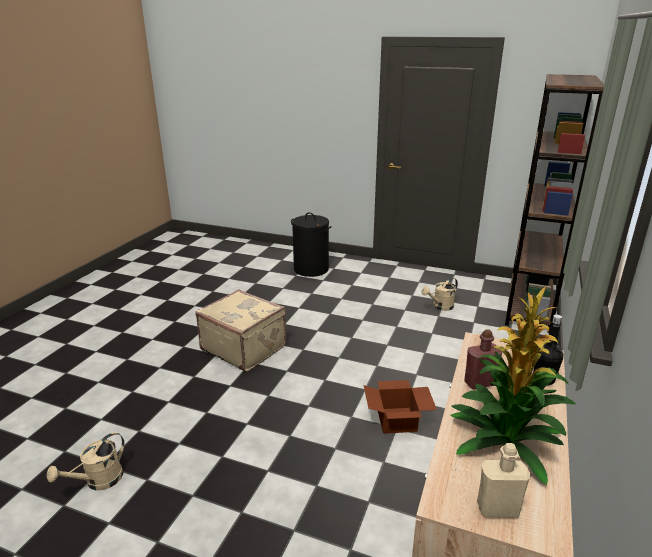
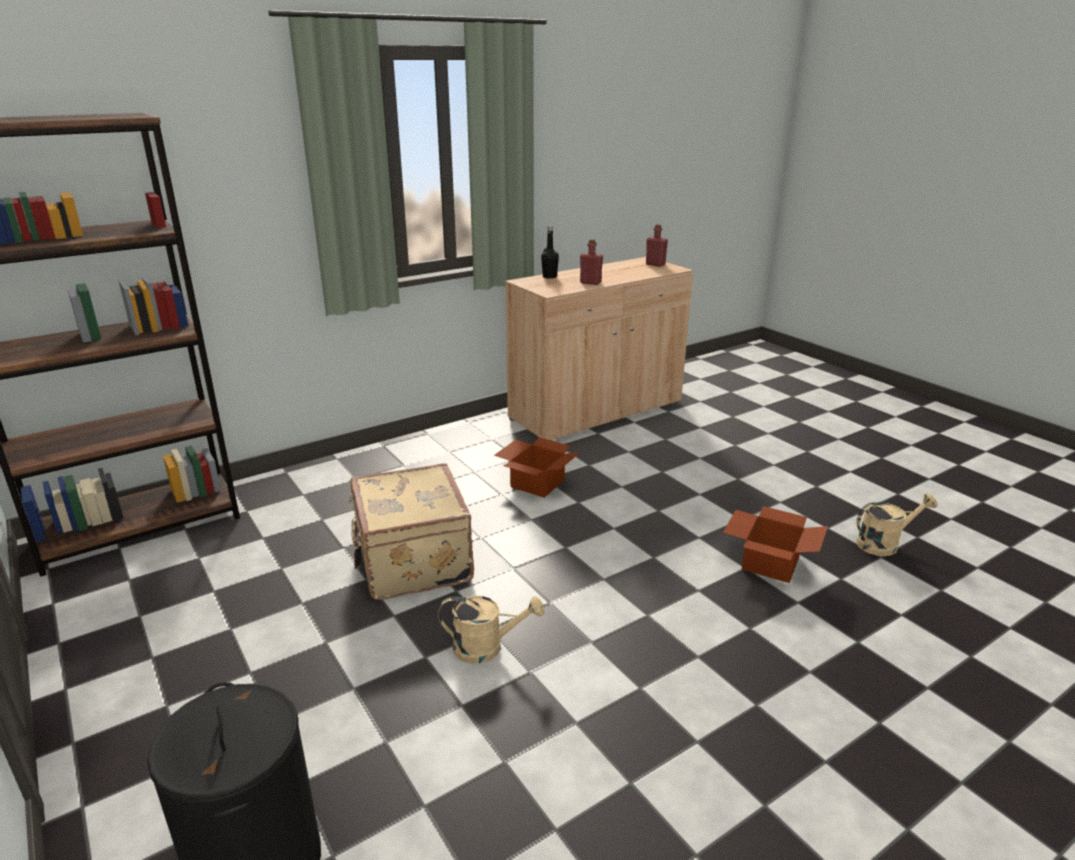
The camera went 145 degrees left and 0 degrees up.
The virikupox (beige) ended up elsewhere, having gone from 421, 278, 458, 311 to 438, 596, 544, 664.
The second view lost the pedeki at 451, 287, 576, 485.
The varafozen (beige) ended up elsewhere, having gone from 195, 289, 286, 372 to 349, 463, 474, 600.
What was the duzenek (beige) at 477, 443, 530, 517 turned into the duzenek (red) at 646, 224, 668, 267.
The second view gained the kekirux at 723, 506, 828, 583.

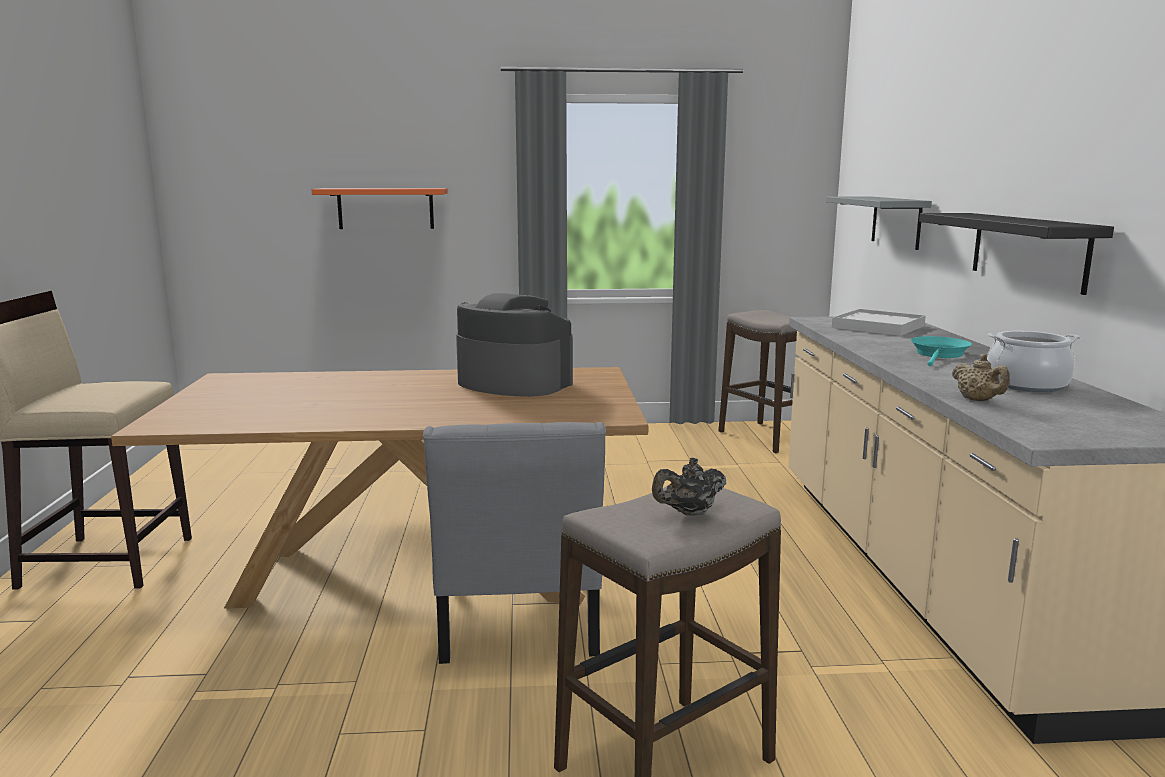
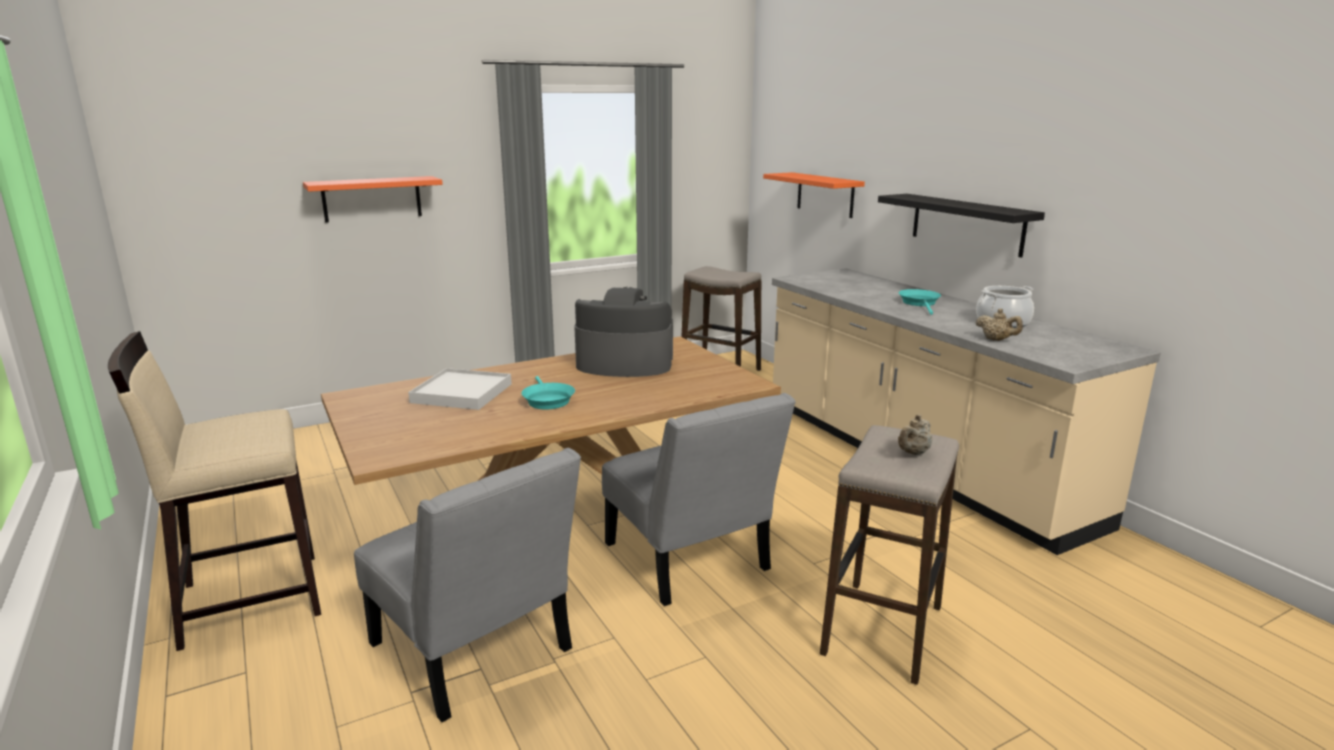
The camera went 25 degrees left and 5 degrees up.
What was the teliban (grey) at 826, 196, 932, 250 turned into the teliban (orange) at 763, 172, 865, 218.
The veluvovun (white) ended up elsewhere, having gone from 832, 309, 926, 336 to 408, 368, 512, 410.
What was the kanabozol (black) at 652, 458, 726, 516 turned into the kanabozol (beige) at 898, 414, 932, 455.
The second view gained the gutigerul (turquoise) at 521, 376, 575, 409.
The second view gained the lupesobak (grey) at 354, 448, 581, 722.

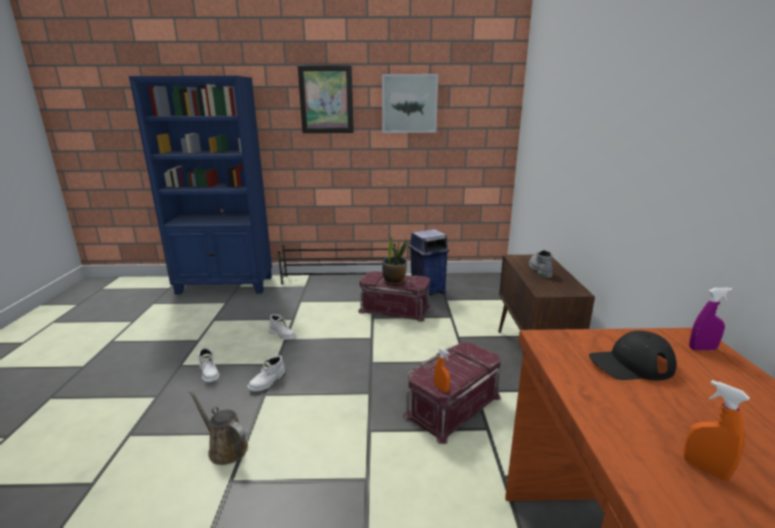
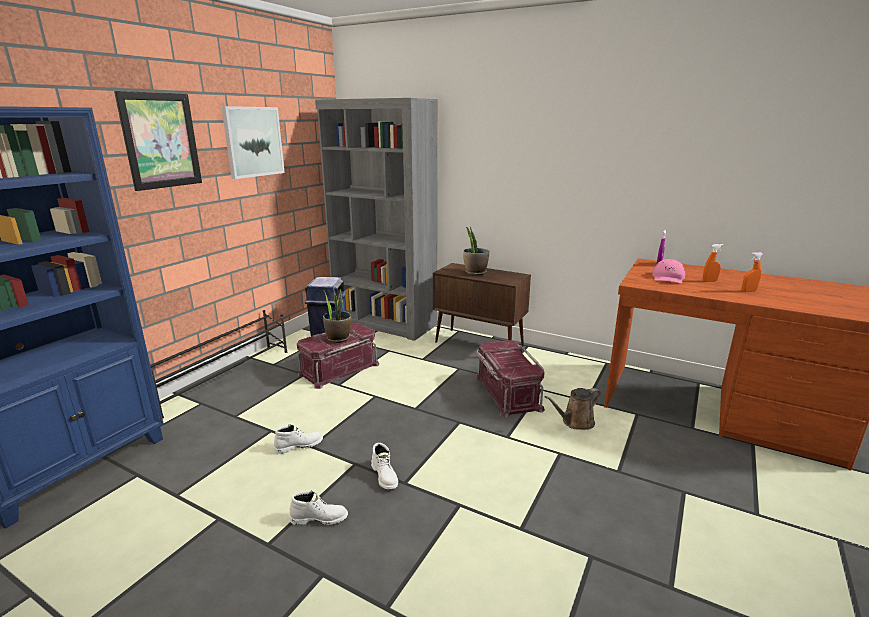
The camera went 60 degrees left and 0 degrees up.
Where the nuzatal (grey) stood at 529, 250, 553, 278, the pedeki came to stand at 463, 227, 489, 275.
What was the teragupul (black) at 589, 331, 677, 380 turned into the teragupul (pink) at 652, 259, 686, 283.
The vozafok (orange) ended up elsewhere, having gone from 434, 348, 450, 392 to 703, 244, 724, 282.
The virikupox (brown) ended up elsewhere, having gone from 188, 389, 248, 465 to 545, 388, 601, 430.
The second view gained the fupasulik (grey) at 315, 98, 438, 341.

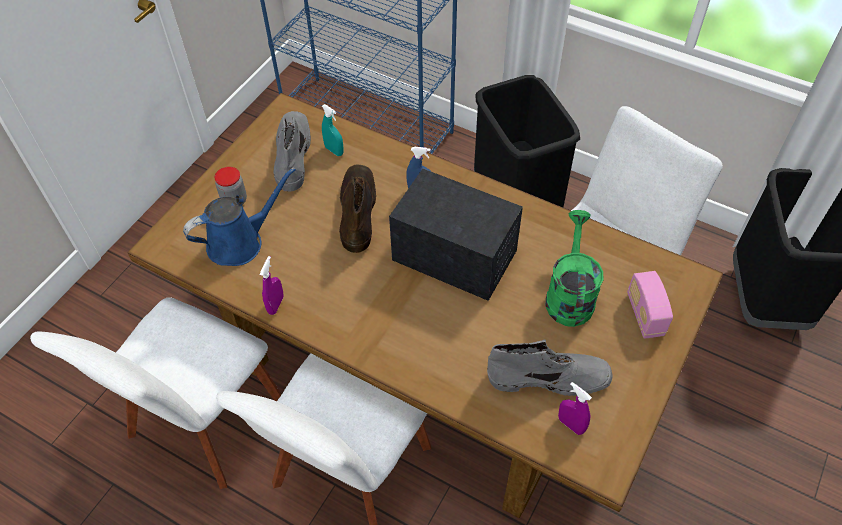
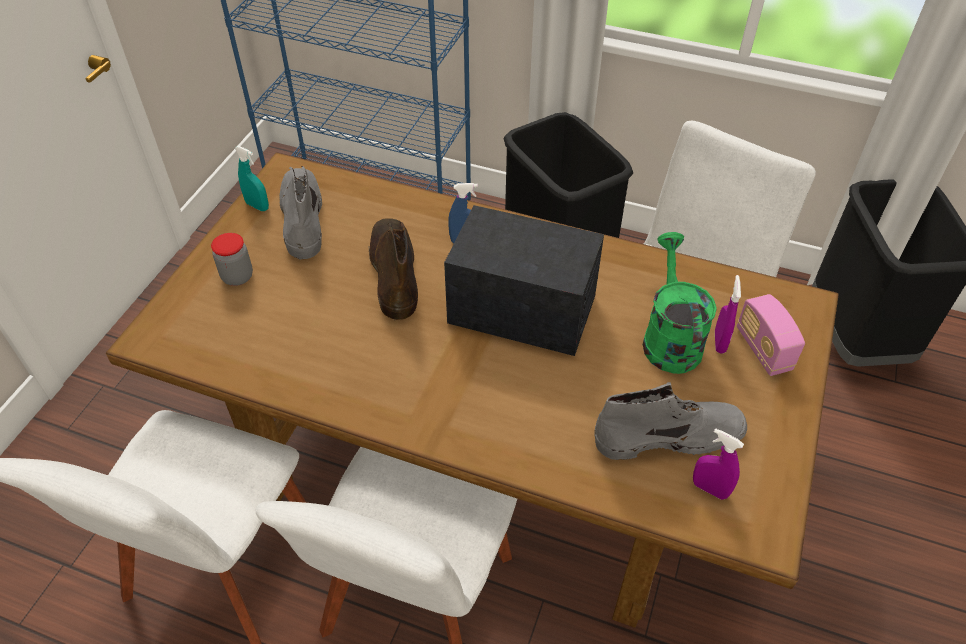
The camera went 10 degrees left and 5 degrees down.
The vozafok (turquoise) ended up elsewhere, having gone from 322, 104, 344, 156 to 234, 146, 269, 211.
The second view lost the virikupox (blue) at 183, 167, 296, 266.
The vozafok (purple) ended up elsewhere, having gone from 260, 256, 284, 315 to 715, 275, 741, 354.

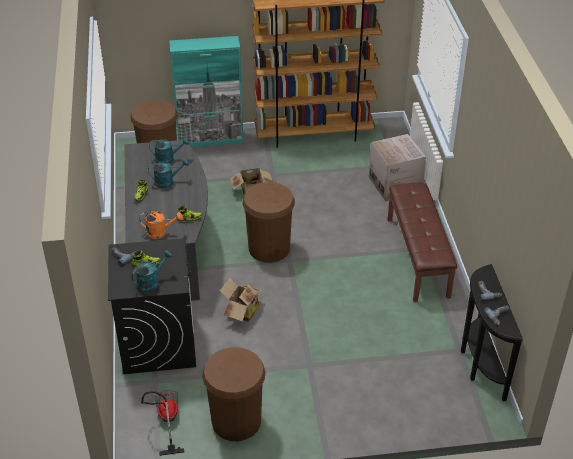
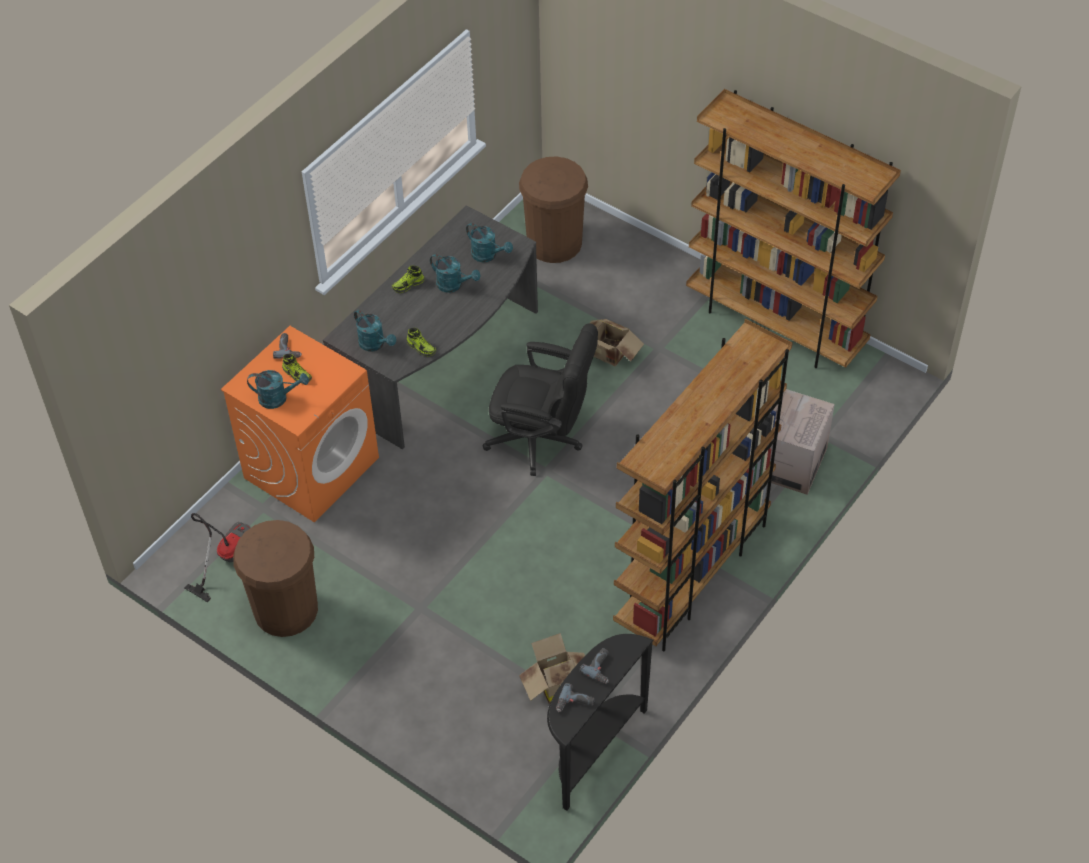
The camera went 45 degrees right and 10 degrees up.
The second view lost the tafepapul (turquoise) at 169, 36, 244, 147.
Where the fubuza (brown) stood at 242, 182, 295, 263, the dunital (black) came to stand at 482, 323, 598, 476.
Where the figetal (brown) stood at 388, 183, 457, 302, the fupasulik (brown) came to stand at 613, 319, 793, 651.
What was the virikupox (orange) at 139, 211, 183, 239 turned into the virikupox (turquoise) at 354, 310, 396, 351.
What was the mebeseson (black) at 108, 238, 196, 374 turned into the mebeseson (orange) at 221, 326, 379, 522.
The kekirux ended up elsewhere, having gone from 220, 278, 263, 322 to 519, 633, 585, 705.

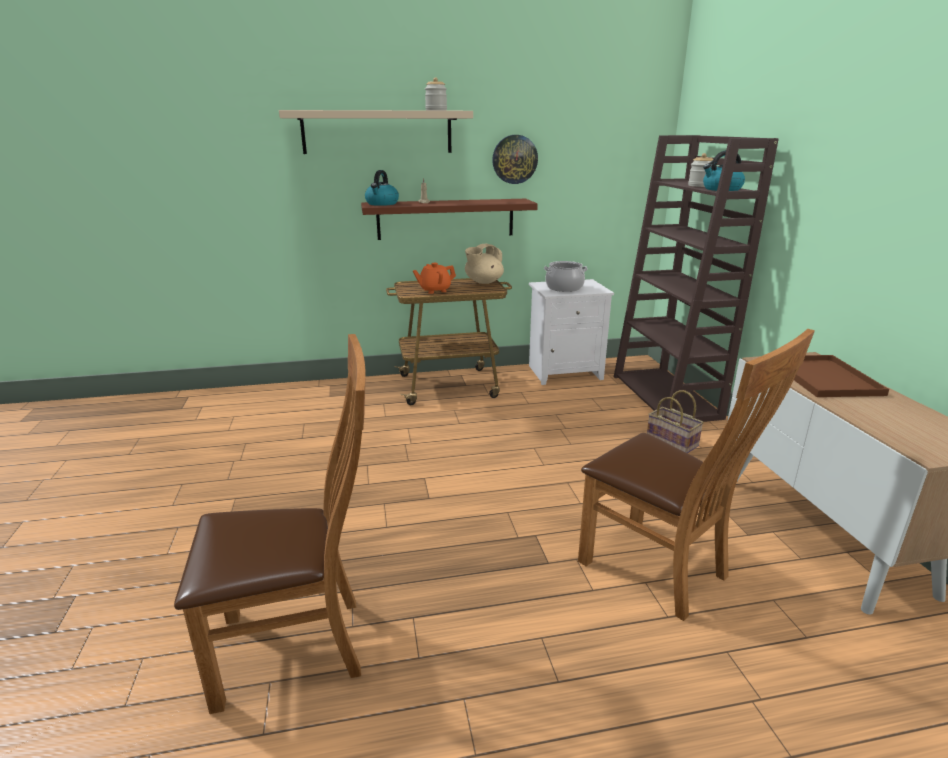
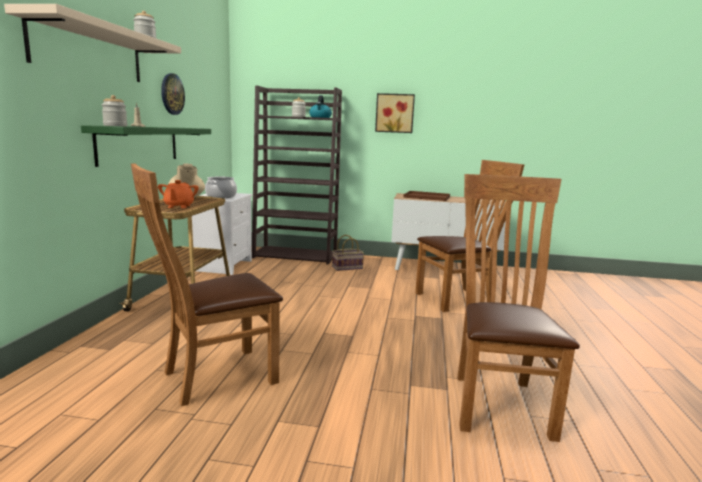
The camera went 70 degrees left and 10 degrees down.
Where the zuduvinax stood at 365, 170, 399, 206, the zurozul came to stand at 102, 95, 127, 126.
What was the teliban (brown) at 361, 199, 538, 240 turned into the teliban (green) at 81, 125, 211, 167.
The second view gained the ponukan at 375, 93, 415, 133.
The second view gained the lupesobak (brown) at 131, 163, 283, 406.

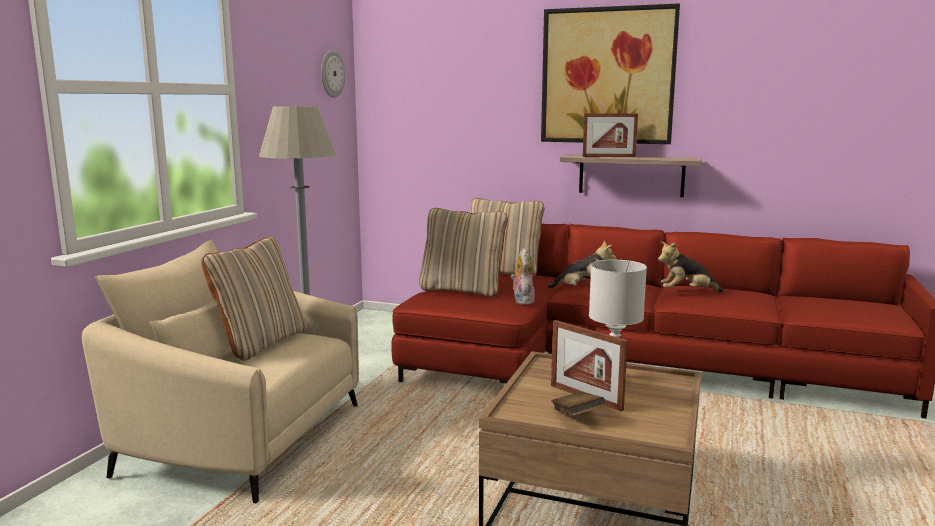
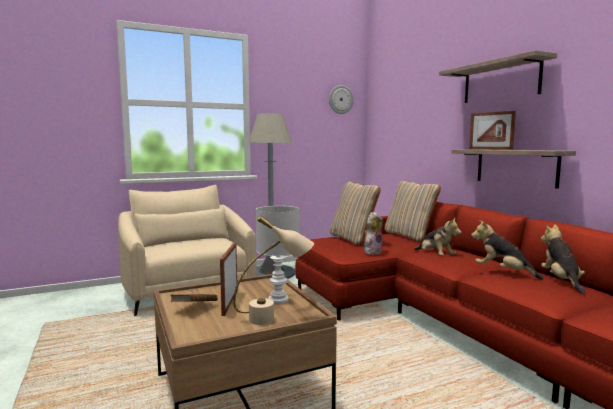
The camera went 45 degrees right and 5 degrees down.
Where the ponukan hung at 541, 4, 680, 144, the teliban came to hang at 439, 50, 557, 103.
The second view lost the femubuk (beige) at 201, 237, 307, 361.
The second view gained the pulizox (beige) at 233, 215, 314, 325.
The second view gained the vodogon at 541, 224, 586, 294.

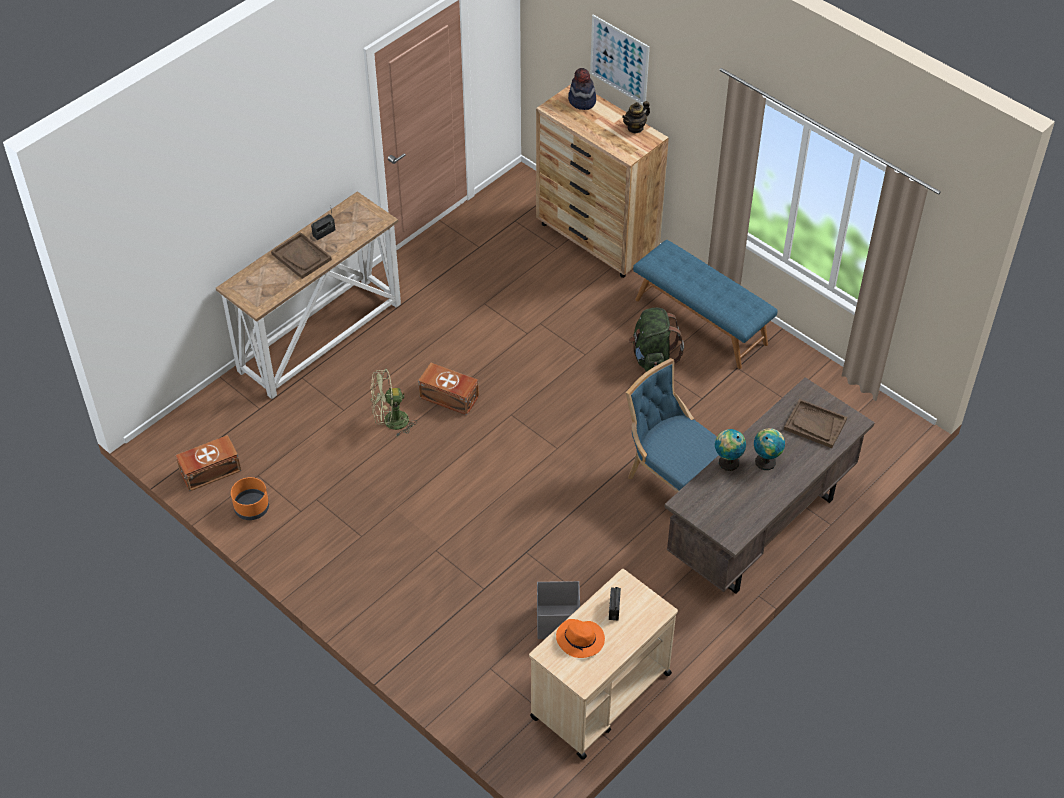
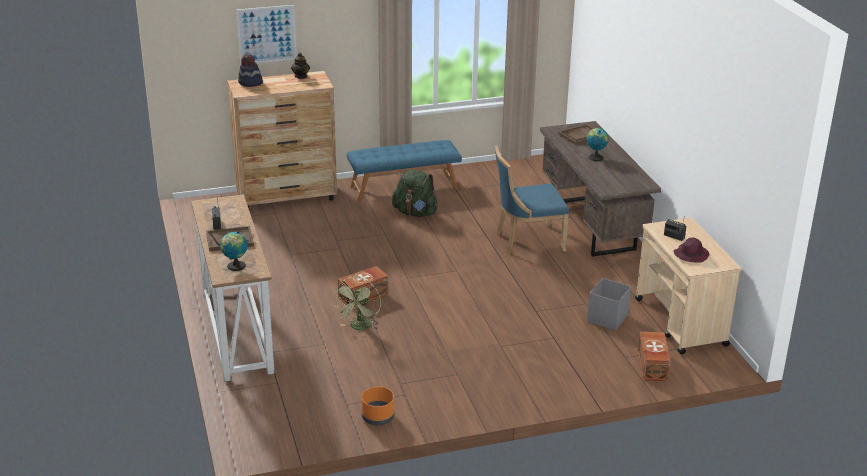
The camera went 60 degrees left and 20 degrees down.
The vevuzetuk ended up elsewhere, having gone from 715, 429, 746, 471 to 220, 231, 248, 271.
The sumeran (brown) ended up elsewhere, having gone from 176, 435, 241, 492 to 638, 332, 670, 381.
What was the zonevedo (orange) at 556, 619, 605, 658 turned into the zonevedo (purple) at 674, 237, 709, 262.

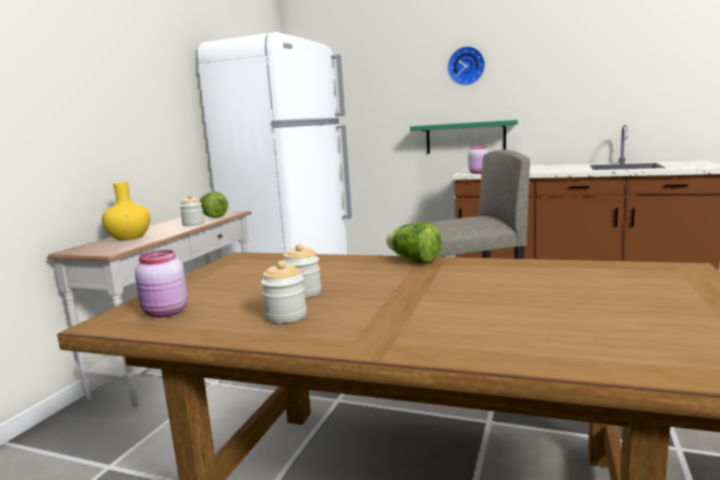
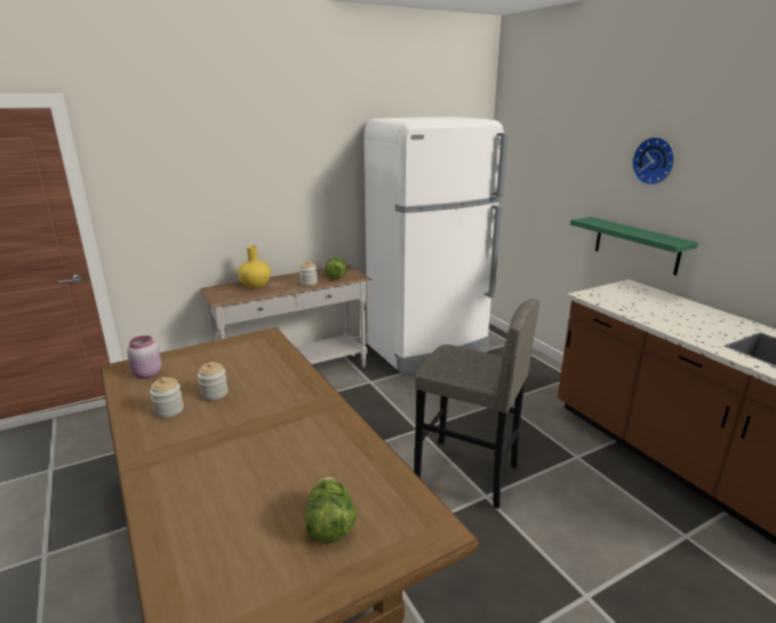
The camera went 40 degrees right and 10 degrees up.
The second view lost the zurozul (pink) at 468, 145, 489, 174.
The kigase ended up elsewhere, having gone from 386, 222, 442, 264 to 305, 477, 356, 543.

